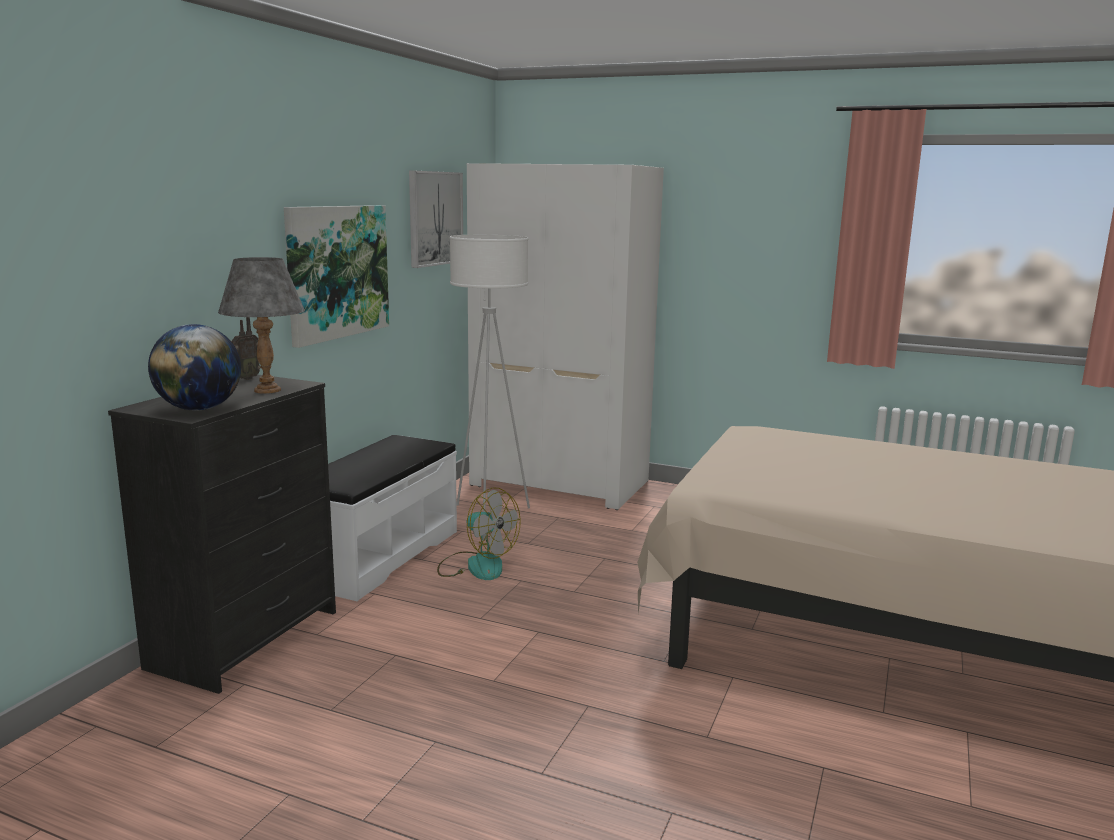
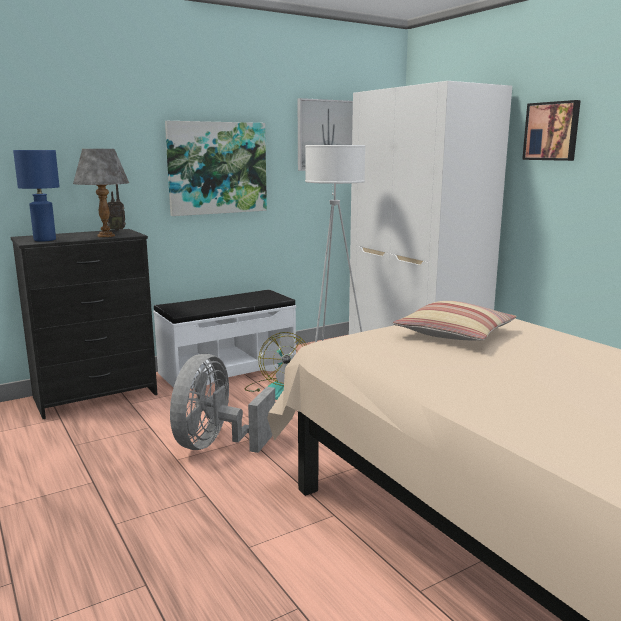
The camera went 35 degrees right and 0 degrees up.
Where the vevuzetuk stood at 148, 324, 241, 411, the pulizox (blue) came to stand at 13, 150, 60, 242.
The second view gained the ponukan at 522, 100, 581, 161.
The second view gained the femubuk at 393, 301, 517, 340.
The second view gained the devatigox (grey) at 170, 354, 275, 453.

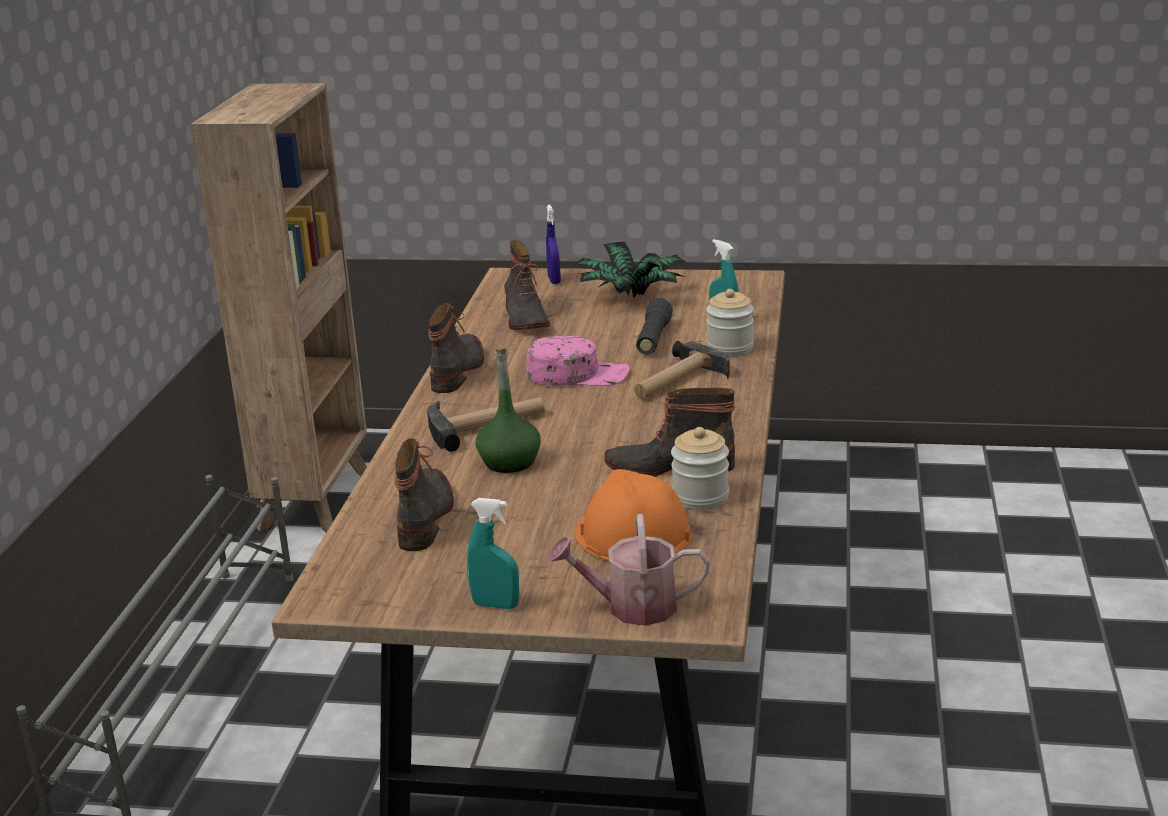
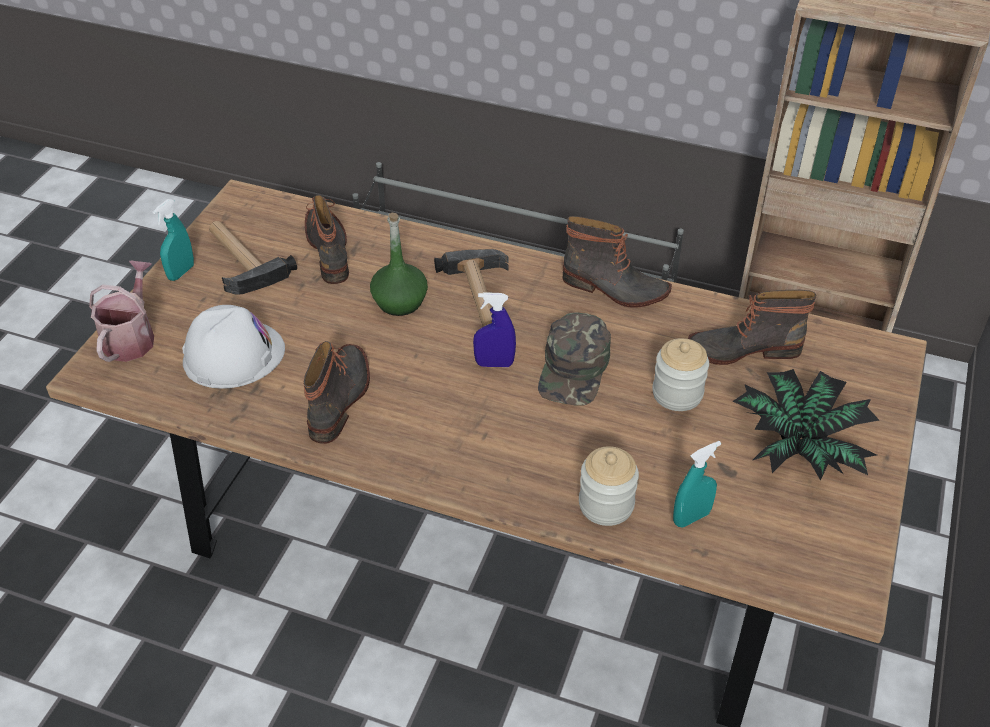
The camera went 100 degrees right and 20 degrees up.
The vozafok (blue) ended up elsewhere, having gone from 546, 205, 561, 284 to 473, 292, 516, 367.
The second view lost the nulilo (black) at 636, 298, 673, 355.
What was the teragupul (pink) at 526, 336, 630, 386 turned into the teragupul (green) at 538, 312, 611, 406.
The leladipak ended up elsewhere, having gone from 634, 341, 730, 399 to 209, 221, 297, 294.
The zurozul ended up elsewhere, having gone from 671, 427, 729, 510 to 652, 338, 709, 411.
The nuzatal at 394, 438, 454, 551 ended up facing another way, 120 degrees counterclockwise from before.
What was the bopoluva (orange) at 574, 469, 691, 561 turned into the bopoluva (white) at 182, 305, 285, 389.

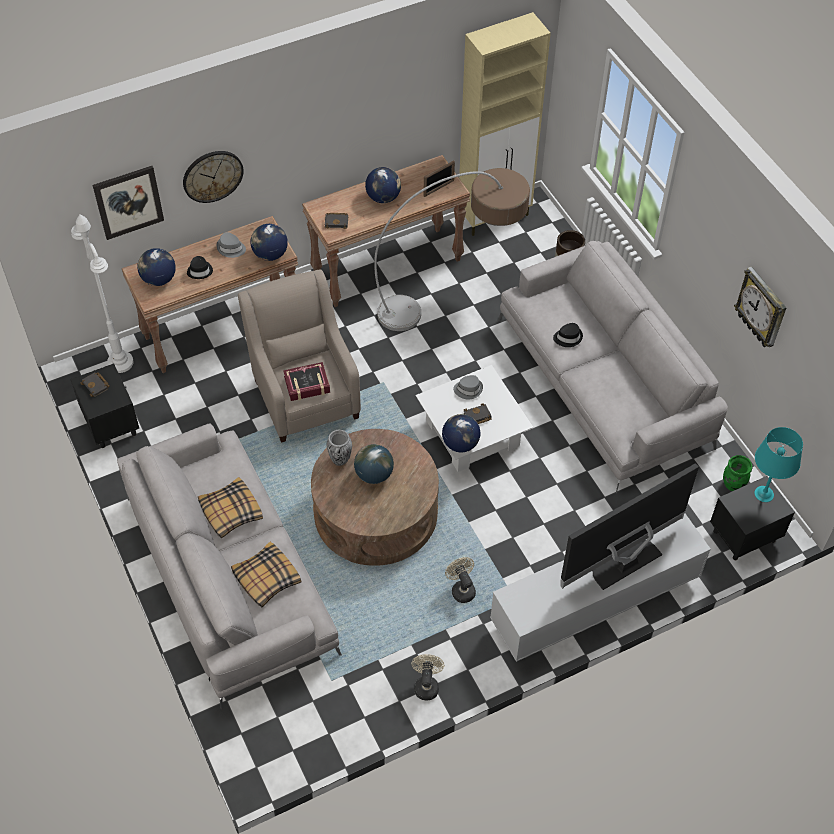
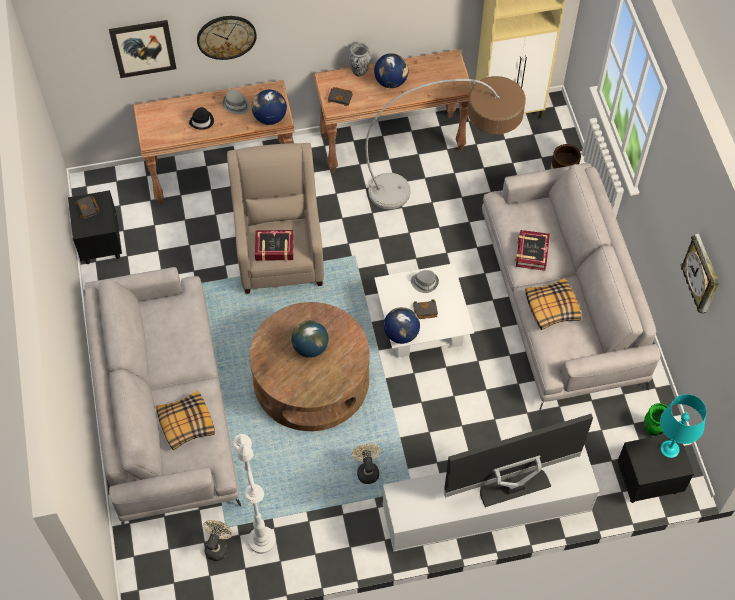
The camera went 15 degrees right and 5 degrees up.
The second view lost the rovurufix at 424, 160, 455, 197.
The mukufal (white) ended up elsewhere, having gone from 71, 215, 134, 373 to 233, 434, 276, 554.
The second view lost the vevuzetuk at 137, 248, 176, 286.
Where the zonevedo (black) stood at 553, 323, 583, 347, the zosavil came to stand at 515, 230, 550, 270.
The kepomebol ended up elsewhere, having gone from 327, 429, 352, 466 to 349, 43, 371, 77.
The femubuk ended up elsewhere, having gone from 198, 477, 263, 538 to 525, 278, 581, 330.
The devatigox (beige) ended up elsewhere, having gone from 411, 654, 444, 700 to 203, 520, 232, 561.

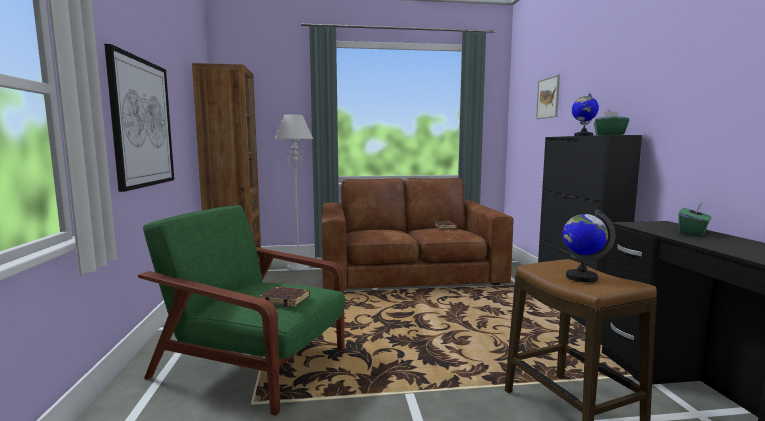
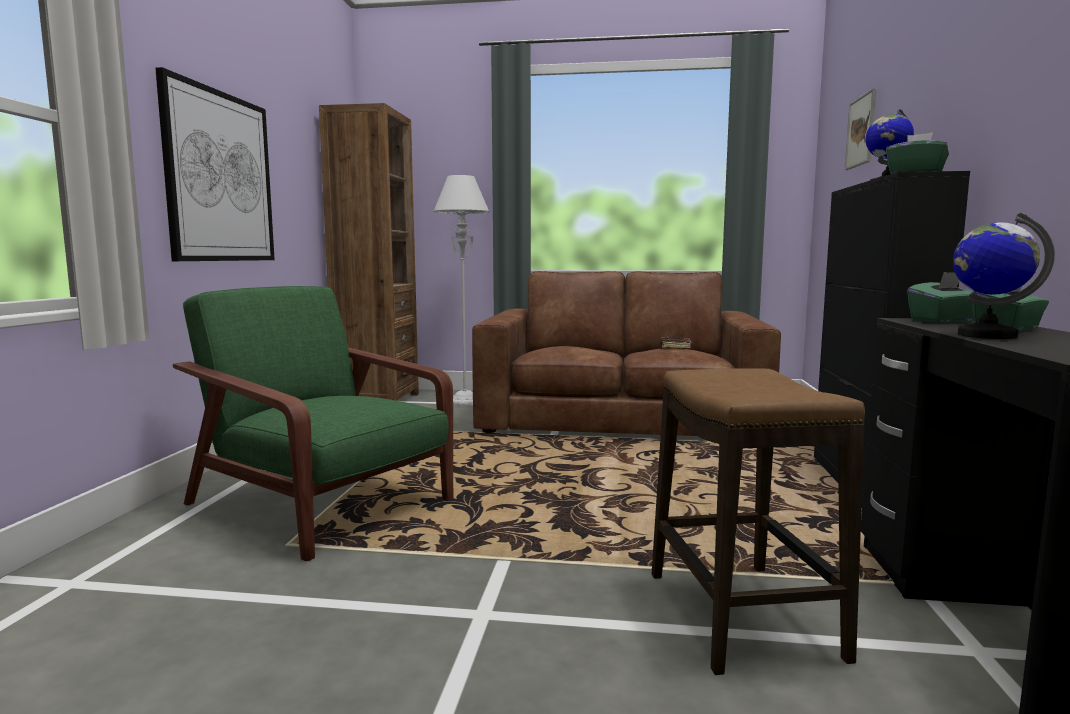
The camera went 15 degrees right and 0 degrees up.
The vevuzetuk ended up elsewhere, having gone from 562, 210, 615, 282 to 953, 212, 1055, 339.
The second view lost the zosavil (brown) at 259, 286, 310, 307.
The second view gained the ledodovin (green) at 907, 272, 974, 323.

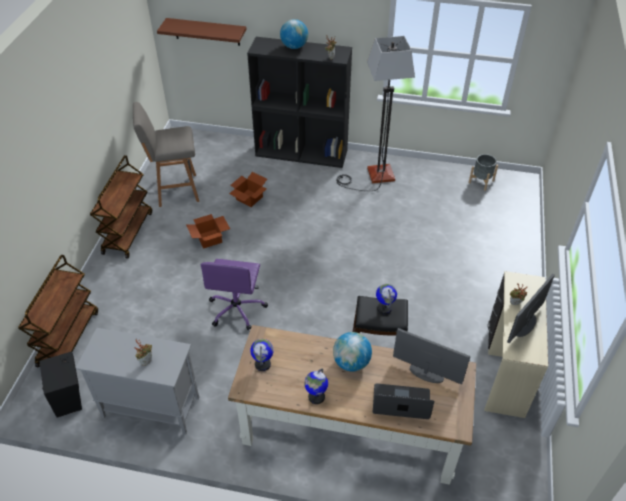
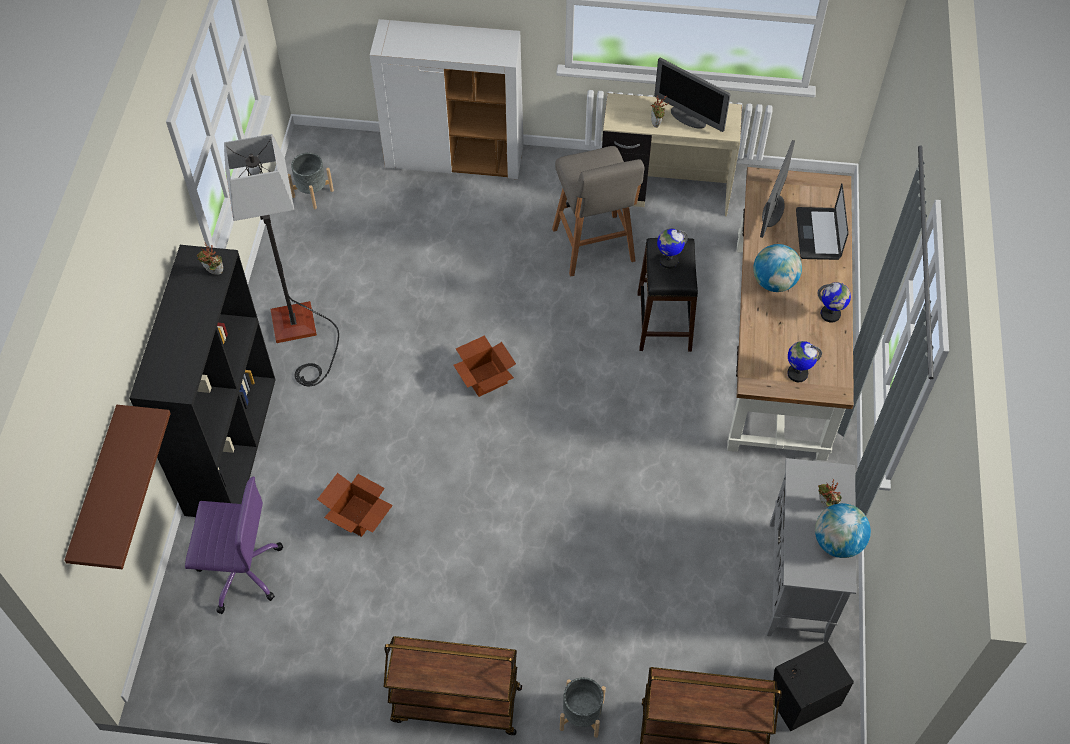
The camera went 95 degrees left and 10 degrees up.
The vevuzetuk ended up elsewhere, having gone from 280, 19, 308, 49 to 815, 503, 871, 558.
The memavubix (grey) ended up elsewhere, having gone from 133, 102, 199, 207 to 552, 146, 644, 277.
The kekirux ended up elsewhere, having gone from 186, 214, 230, 249 to 453, 335, 516, 397.
The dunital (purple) ended up elsewhere, having gone from 200, 259, 268, 330 to 185, 476, 283, 614.
The second view gained the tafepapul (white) at 370, 19, 524, 179.
The second view gained the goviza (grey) at 560, 677, 606, 738.

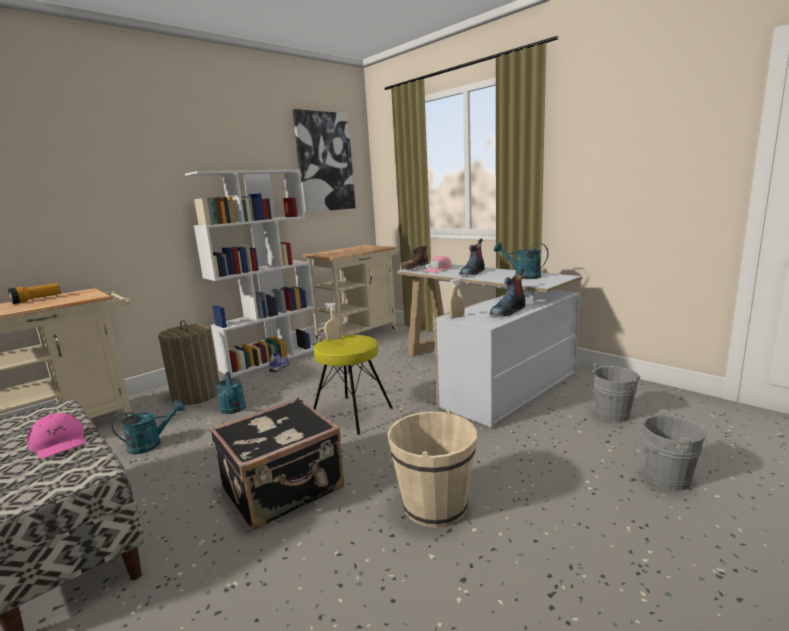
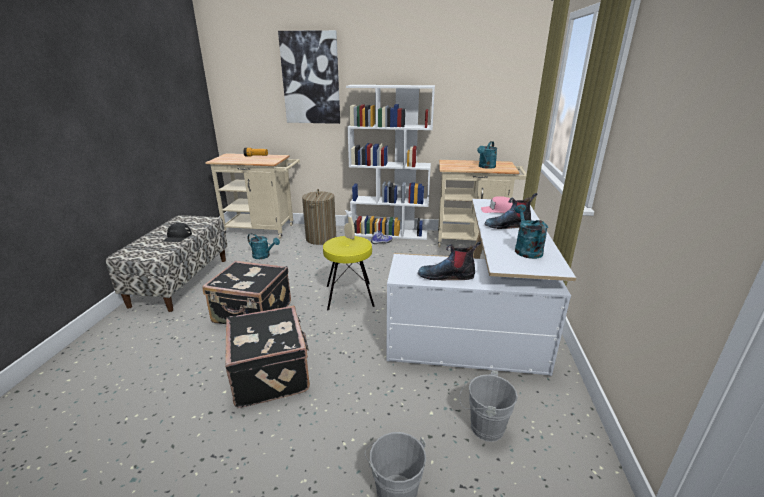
The camera went 50 degrees right and 10 degrees up.
The ponukan ended up elsewhere, having gone from 293, 109, 356, 213 to 278, 30, 340, 124.
The second view lost the nuzatal (brown) at 401, 245, 428, 271.
The second view lost the vozafok (beige) at 449, 278, 465, 318.
The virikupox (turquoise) ended up elsewhere, having gone from 216, 372, 246, 414 to 477, 141, 497, 169.
Where the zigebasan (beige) stood at 387, 409, 477, 528, the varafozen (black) came to stand at 225, 306, 310, 408.
What was the teragupul (pink) at 27, 413, 86, 459 turned into the teragupul (black) at 163, 223, 192, 242.

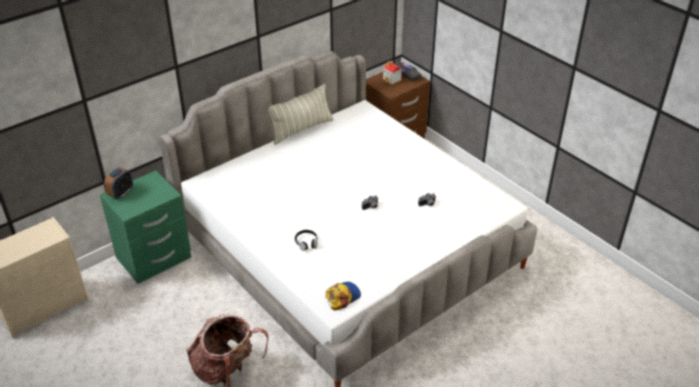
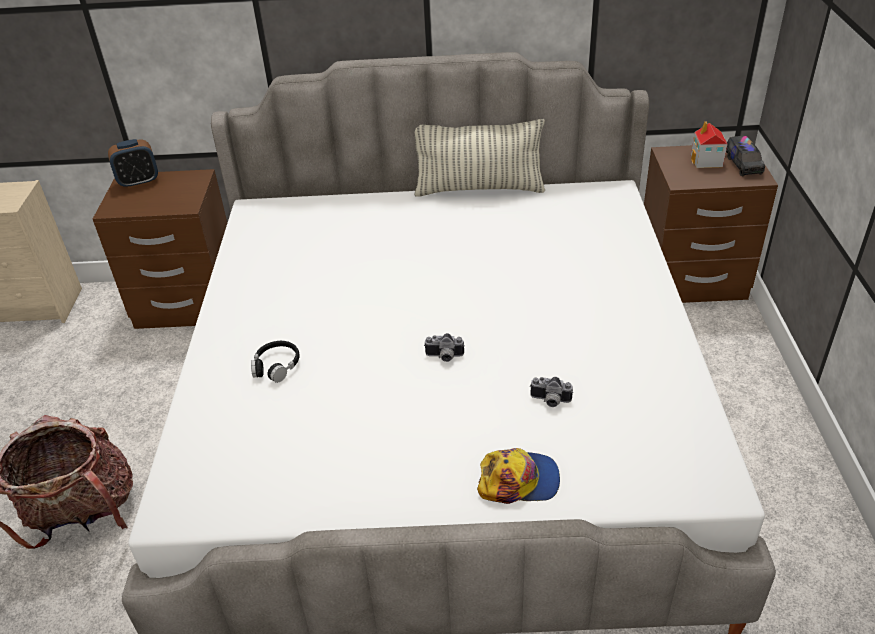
The camera went 40 degrees right and 0 degrees up.
What was the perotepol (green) at 100, 170, 191, 284 turned into the perotepol (brown) at 93, 169, 227, 329.
The teragupul ended up elsewhere, having gone from 325, 282, 361, 310 to 477, 448, 560, 504.

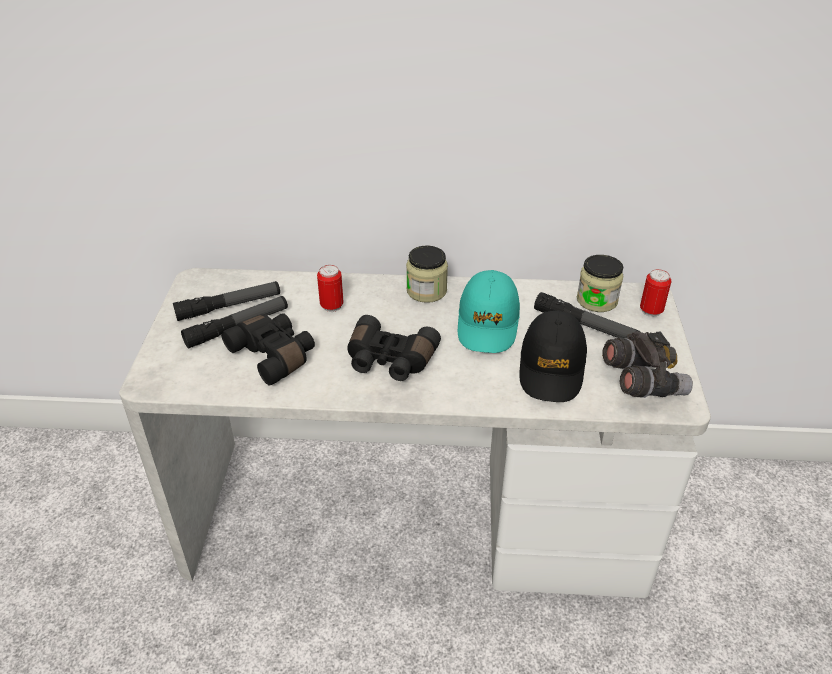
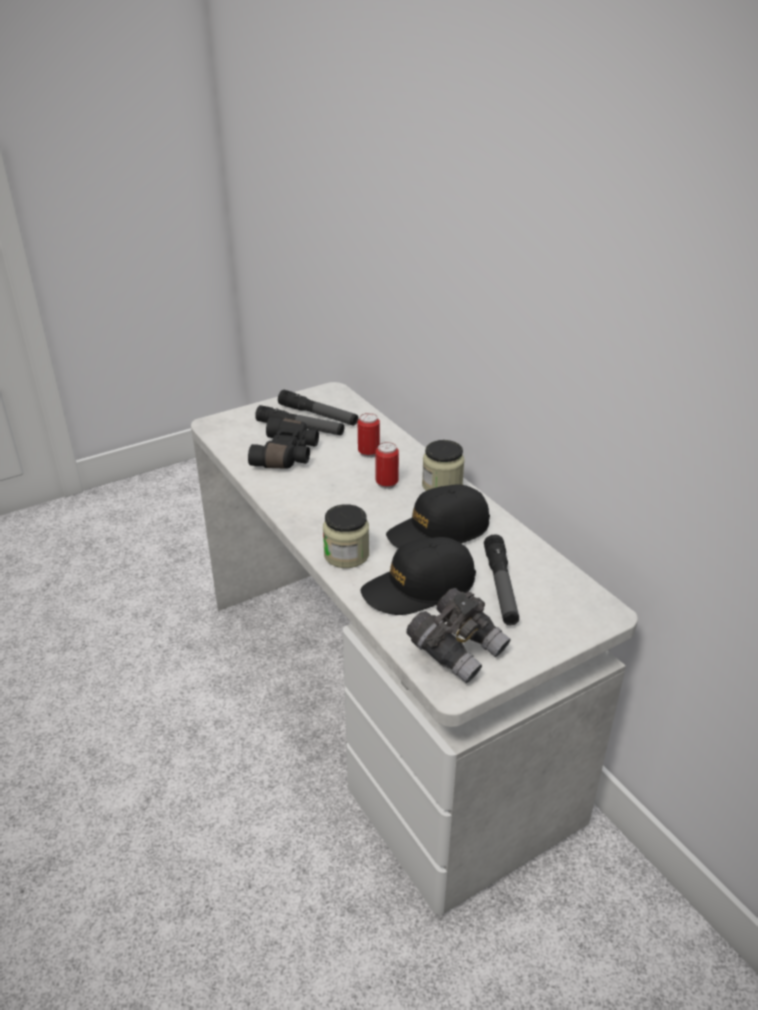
The camera went 55 degrees right and 5 degrees down.
The zurozul ended up elsewhere, having gone from 577, 255, 623, 312 to 323, 504, 369, 568.
The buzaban ended up elsewhere, having gone from 640, 269, 671, 317 to 375, 442, 399, 489.
What was the teragupul (turquoise) at 458, 270, 520, 353 turned into the teragupul (black) at 386, 485, 490, 548.
The second view lost the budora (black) at 348, 315, 441, 381.

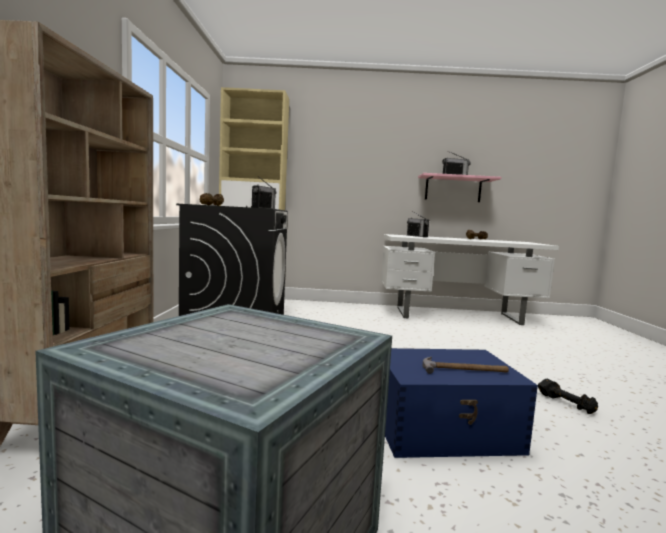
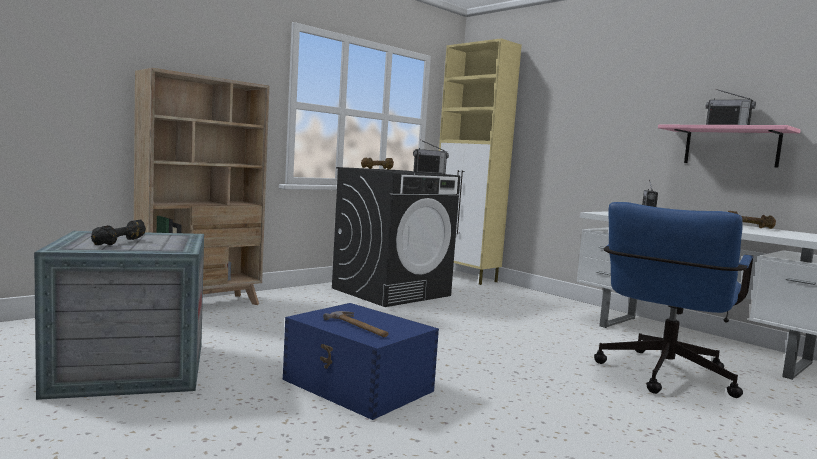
The camera went 45 degrees right and 0 degrees up.
The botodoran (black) ended up elsewhere, having gone from 538, 378, 598, 414 to 91, 220, 146, 245.
The second view gained the dunital (blue) at 594, 202, 753, 398.

